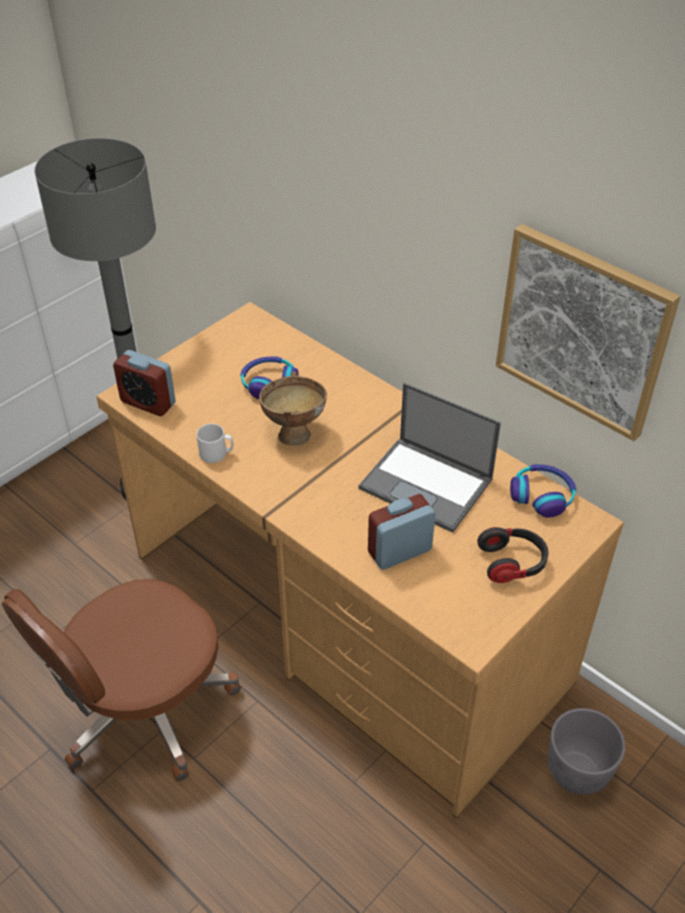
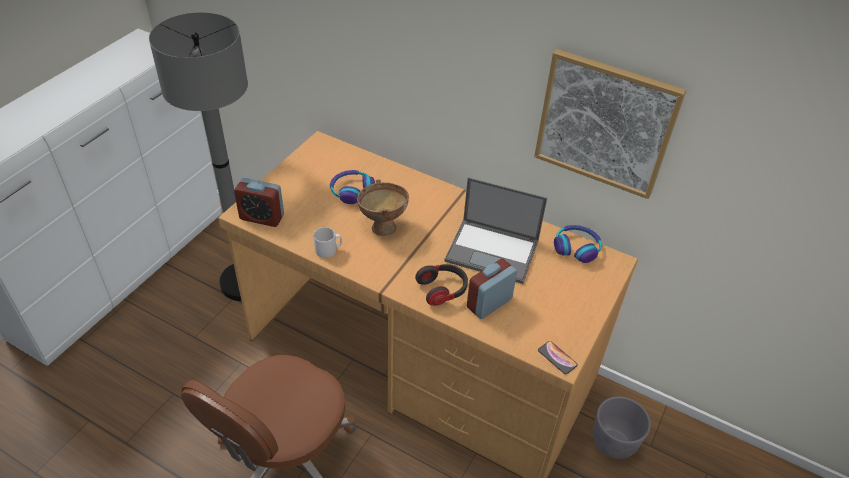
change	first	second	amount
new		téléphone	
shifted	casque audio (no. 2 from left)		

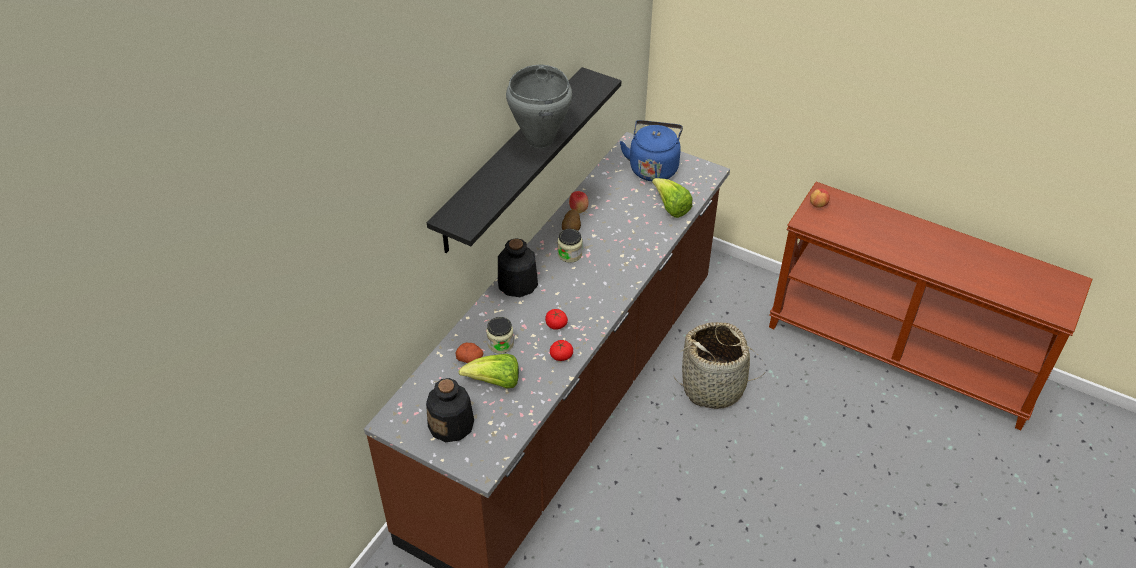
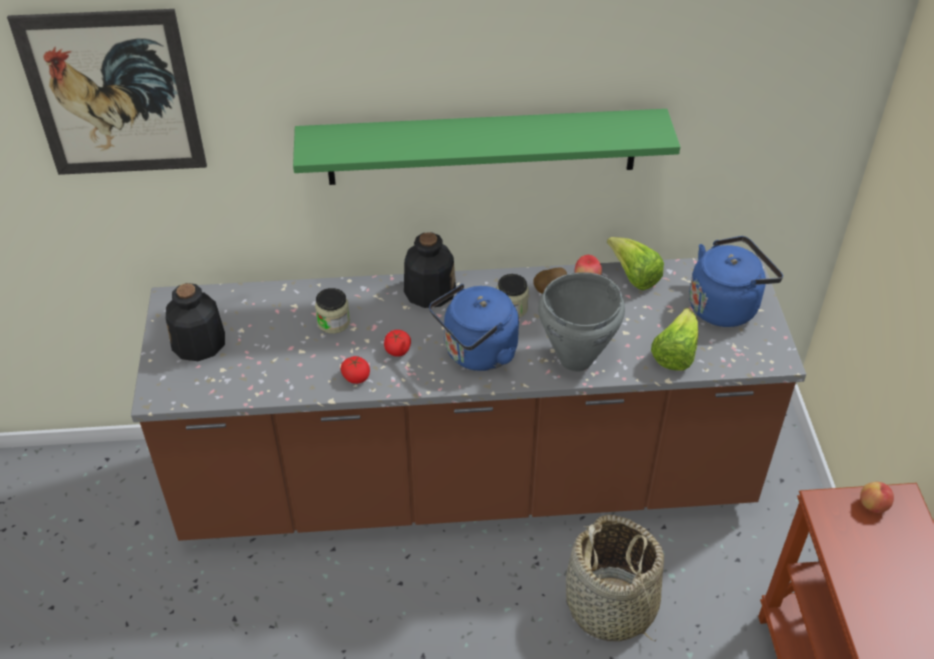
change	first	second	amount
gone	pomme de terre (no. 1 from left)		
new		tableau	
new		bouilloire [bleu] (no. 1 from left)	
shifted	laitue (no. 1 from left)		
shifted	marmite [gris]		
repainted	étagère [noir]	étagère [vert]	

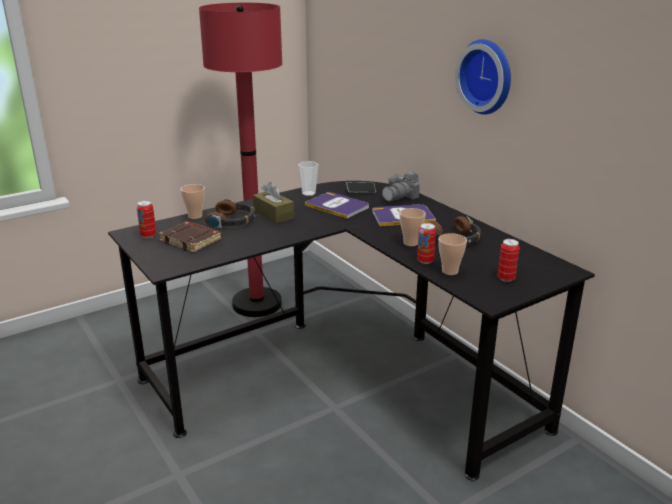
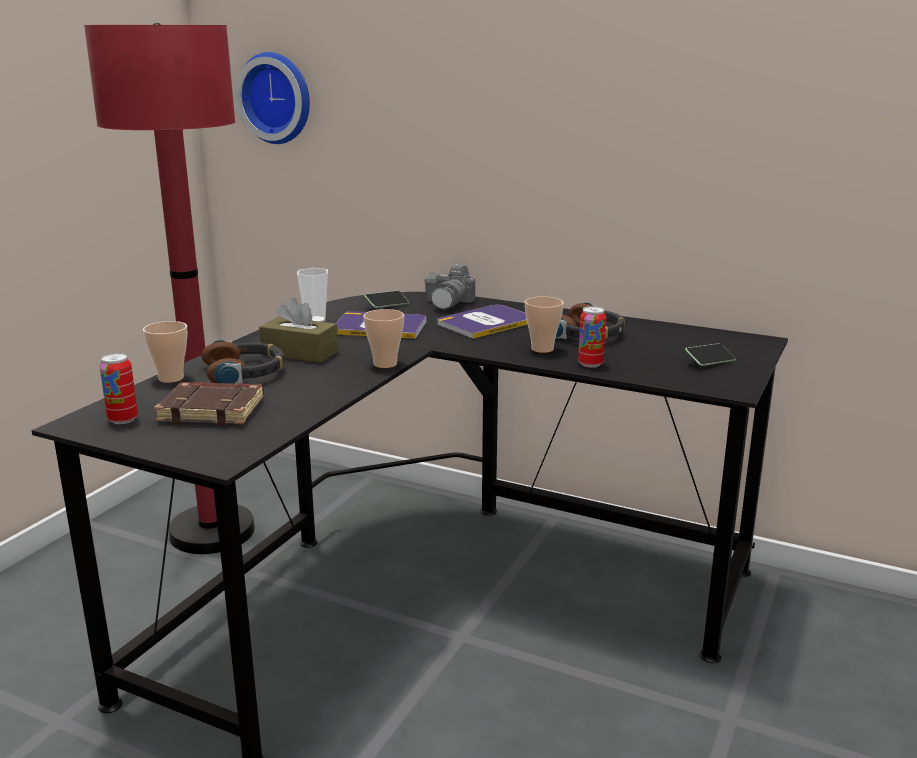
change	first	second	amount
shifted	tasse (no. 4 from left in the first image)	tasse (no. 3 from left)	
shifted	horloge murale		
swapped	boîte métallique (no. 3 from left)	téléphone (no. 2 from left)	

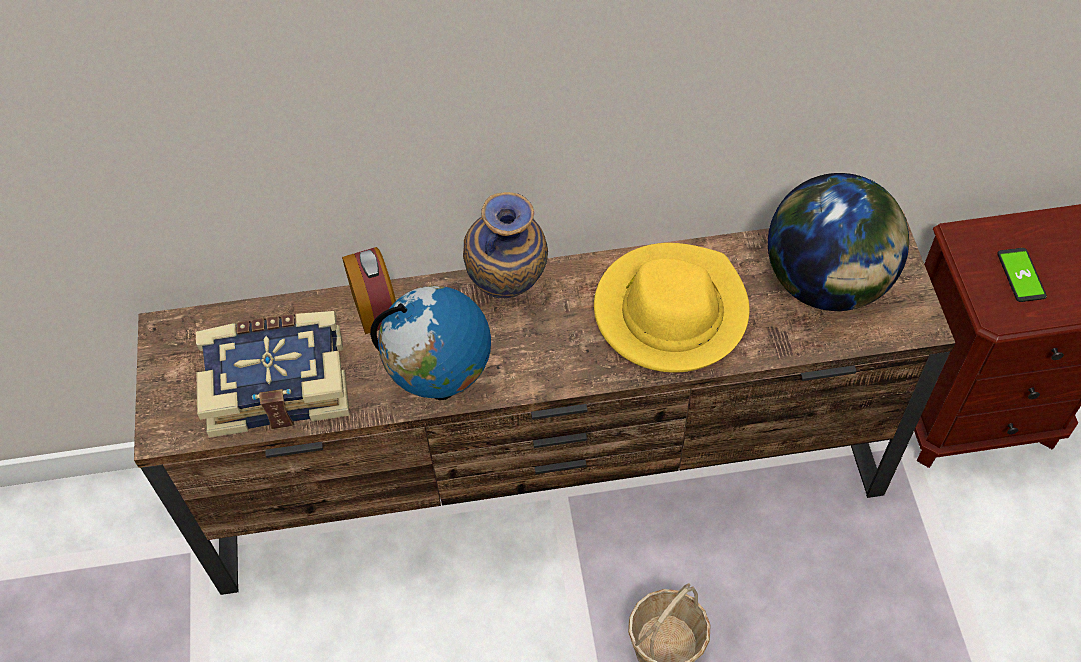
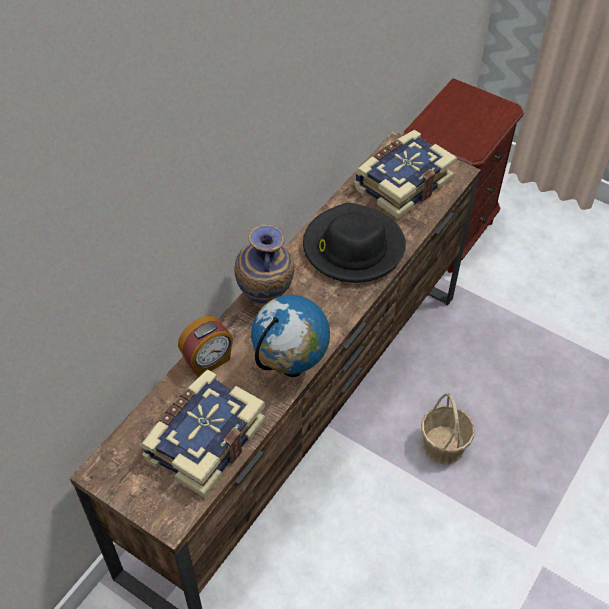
change	first	second	amount
gone	téléphone		
swapped	globe (no. 2 from left)	livre (no. 2 from left)	
repainted	chapeau [jaune]	chapeau [noir]	
rotated	réveil		120 degrees clockwise

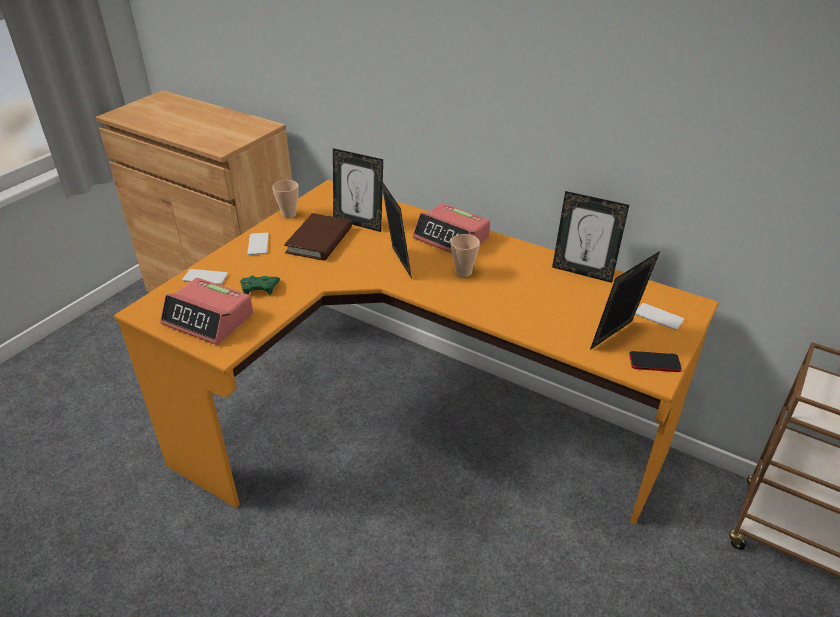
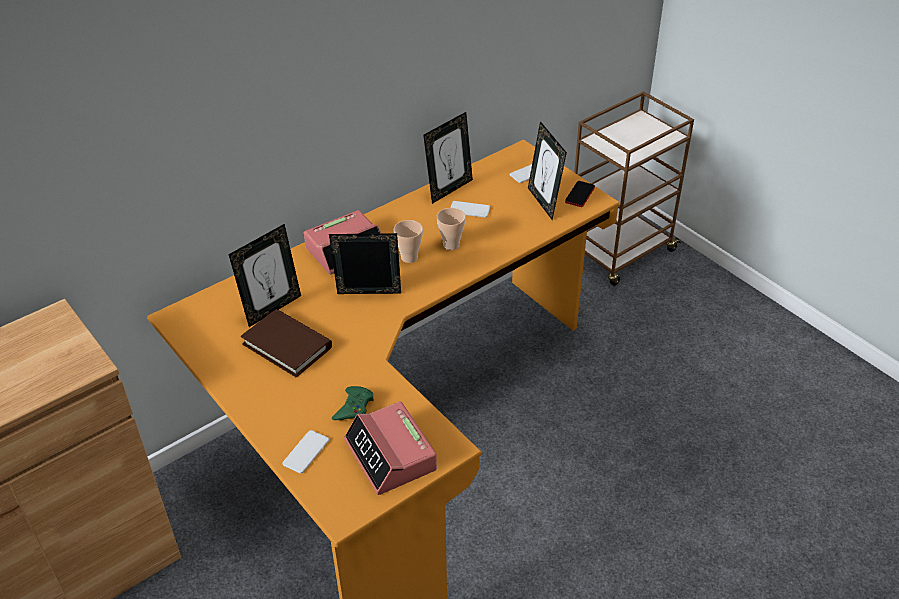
change	first	second	amount
shifted	téléphone (no. 2 from left)		
shifted	tasse (no. 1 from left in the first image)	tasse (no. 2 from left)	
rotated	réveil (no. 1 from left in the first image)	réveil (no. 2 from left)	105 degrees clockwise

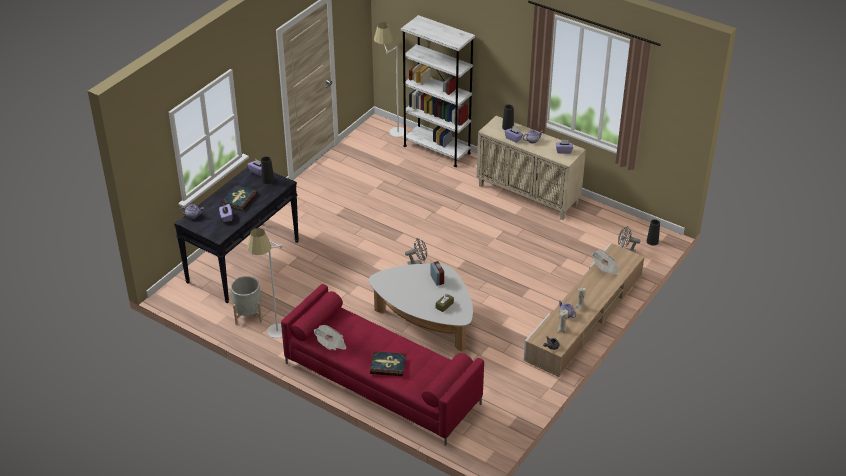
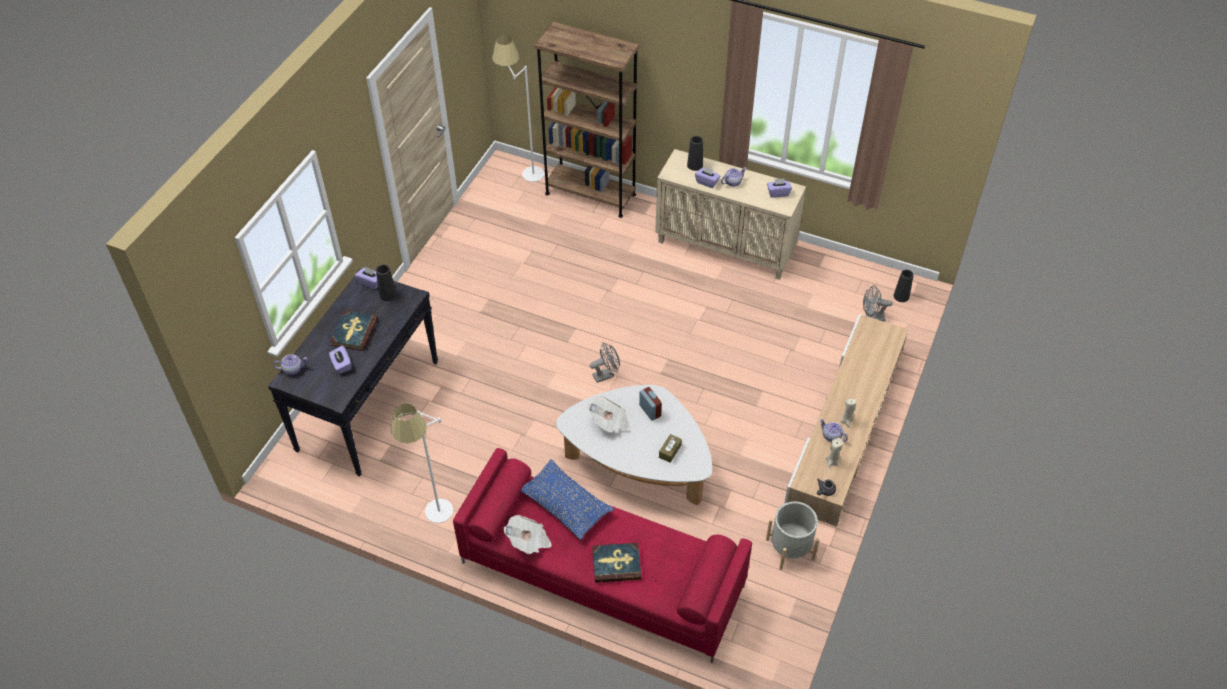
change	first	second	amount
new		coussin [bleu]	
shifted	cache-pot [gris]		
shifted	journal (no. 2 from left)		
repainted	bibliothèque [blanc]	bibliothèque [marron]	

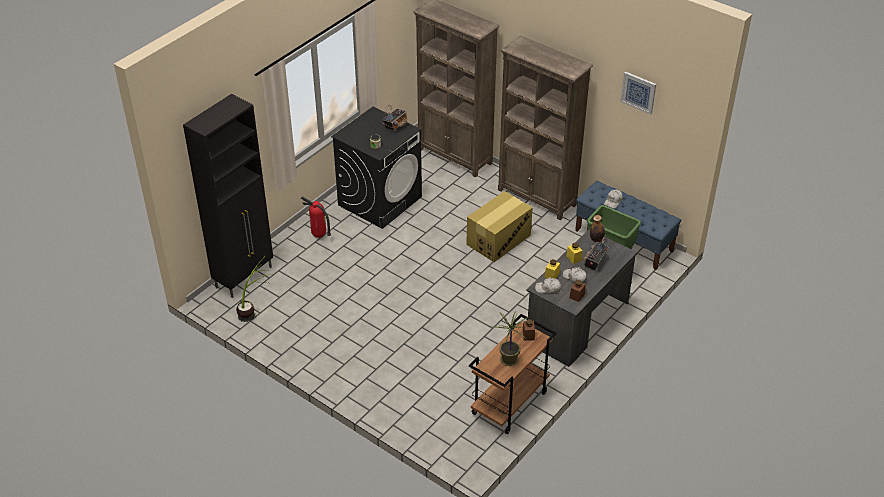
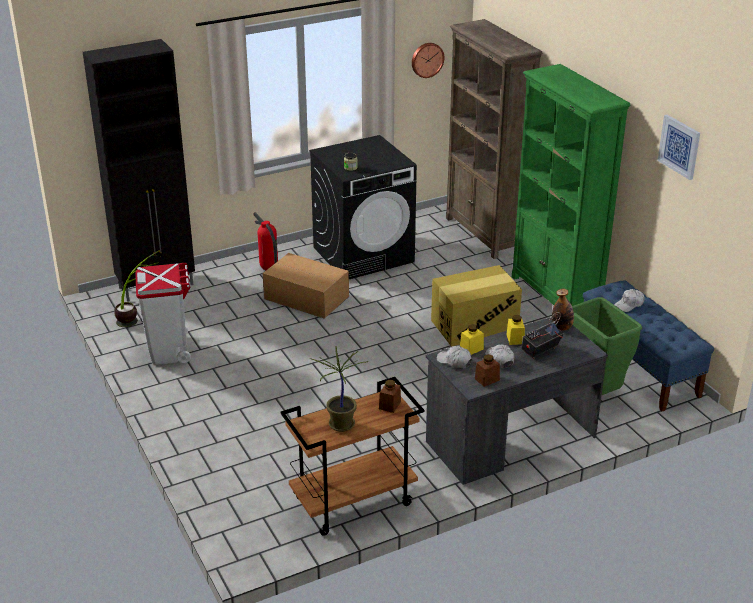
change	first	second	amount
gone	radio (no. 1 from left)		
new		poubelle [blanc]	
new		carton (no. 1 from left)	
new		horloge murale	
repainted	bibliothèque [marron] (no. 2 from left)	bibliothèque [vert]	

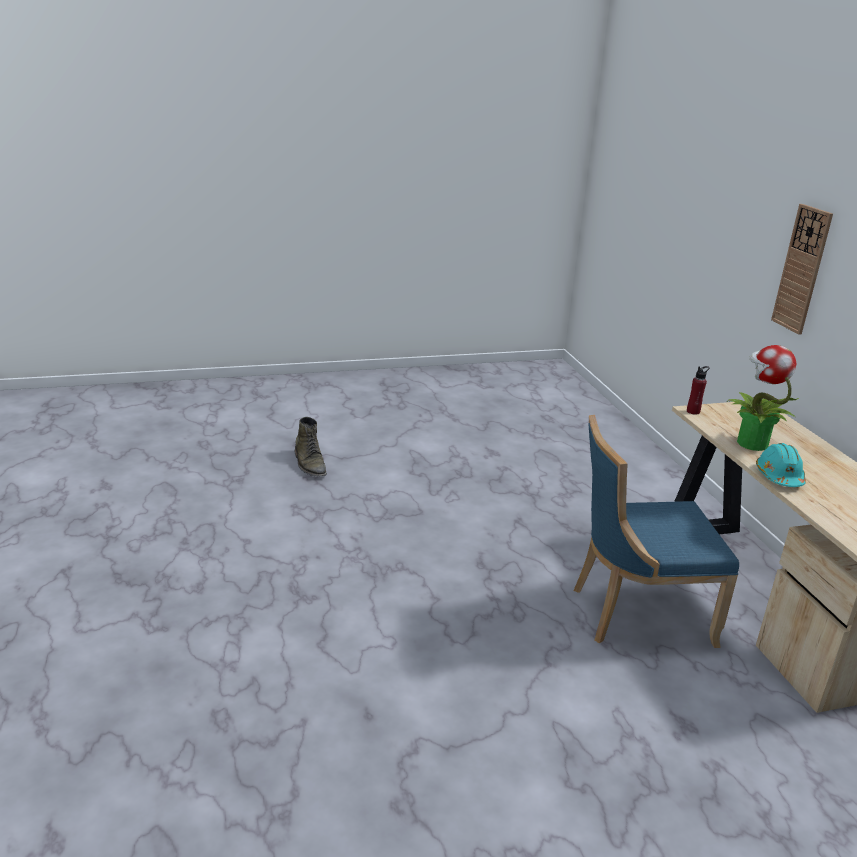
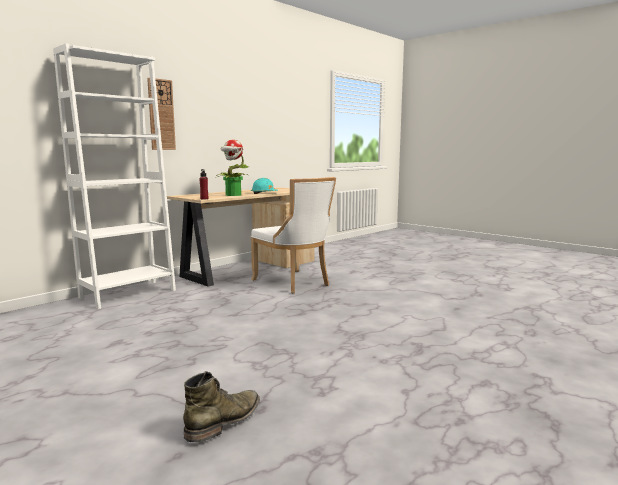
change	first	second	amount
new		bibliothèque [blanc]	
repainted	chaise [bleu]	chaise [blanc]	

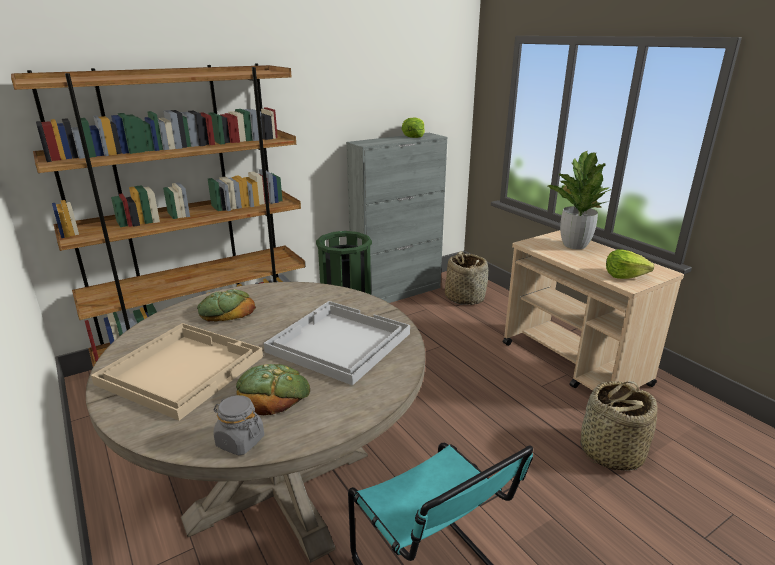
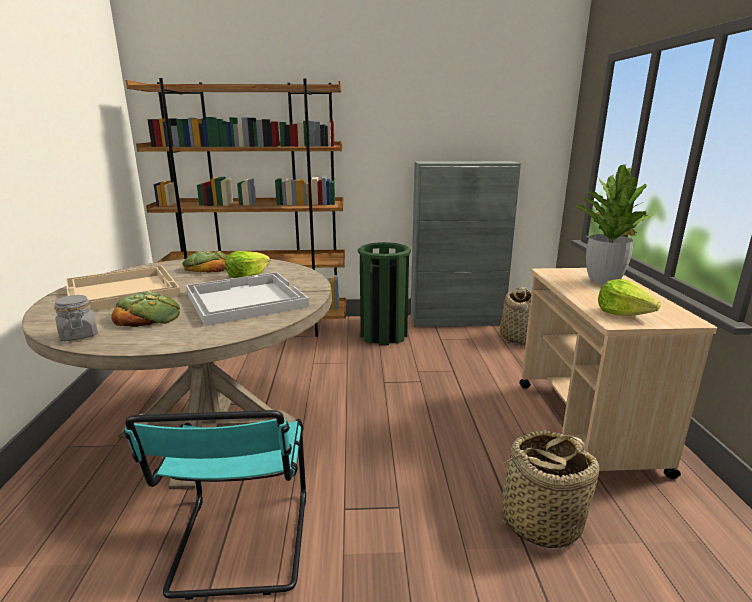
change	first	second	amount
shifted	laitue (no. 1 from left)		

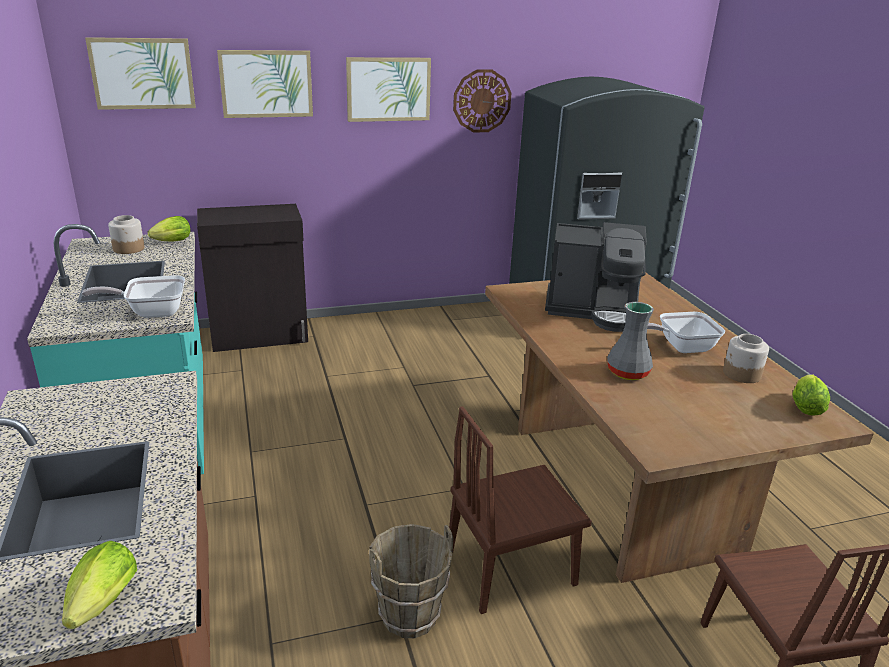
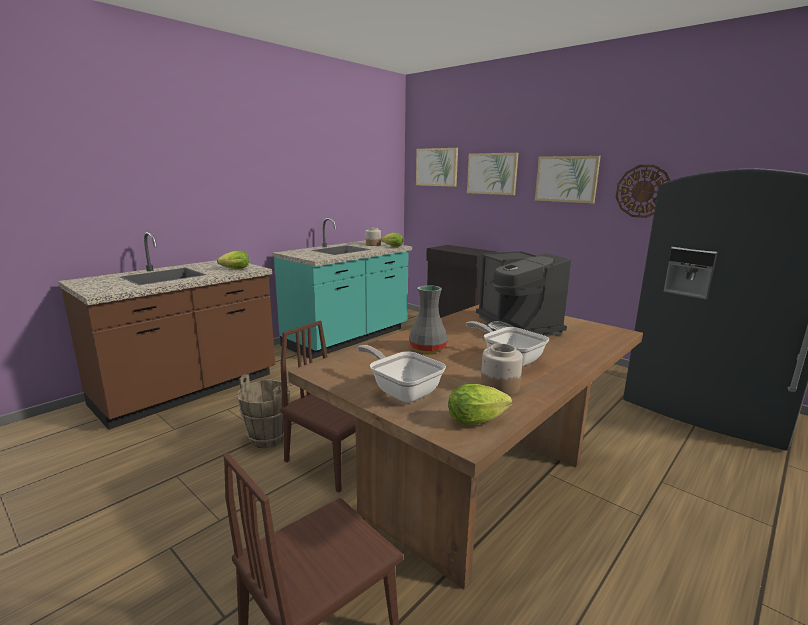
change	first	second	amount
shifted	laitue (no. 1 from left)		
shifted	poêle (no. 1 from left)		

